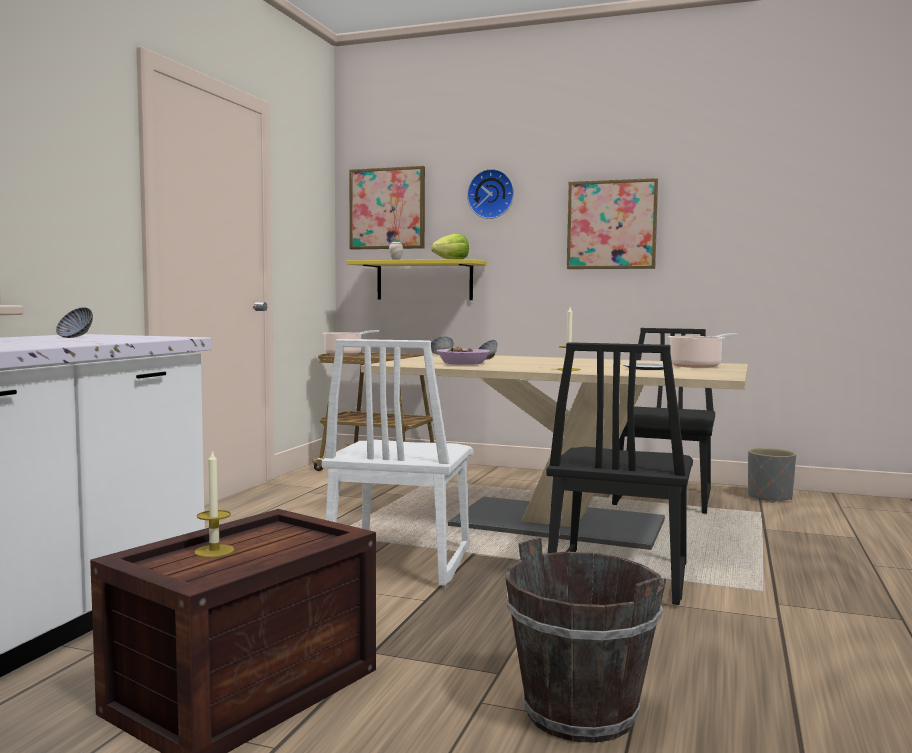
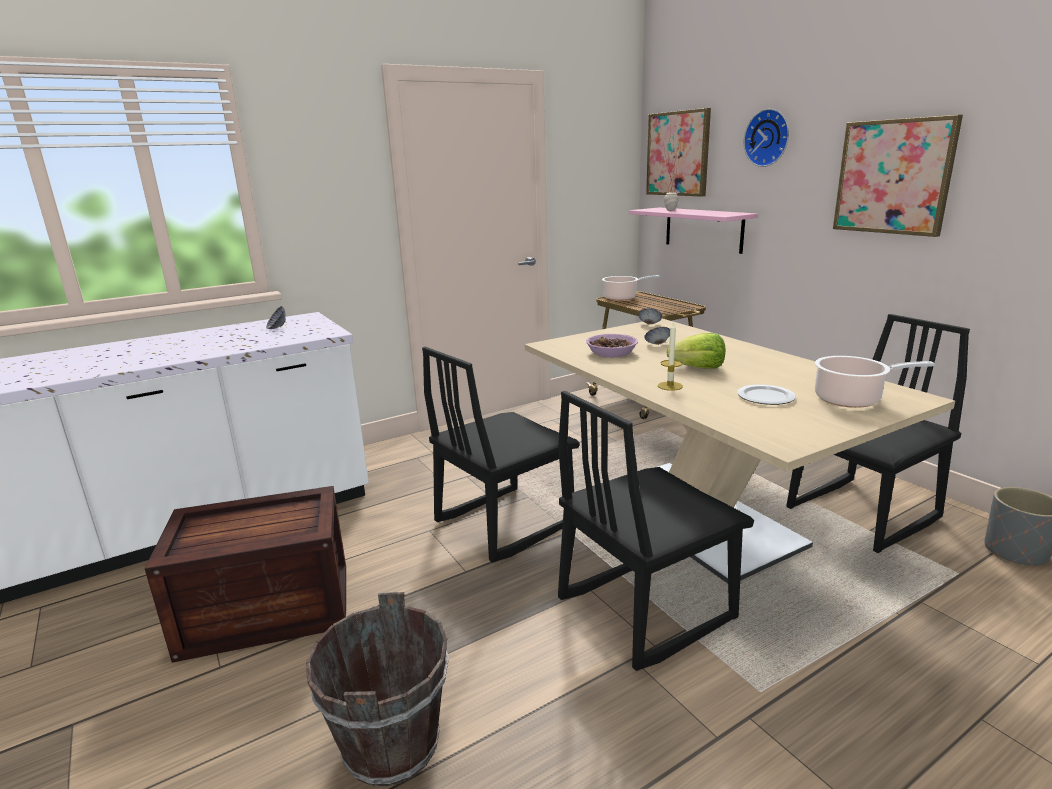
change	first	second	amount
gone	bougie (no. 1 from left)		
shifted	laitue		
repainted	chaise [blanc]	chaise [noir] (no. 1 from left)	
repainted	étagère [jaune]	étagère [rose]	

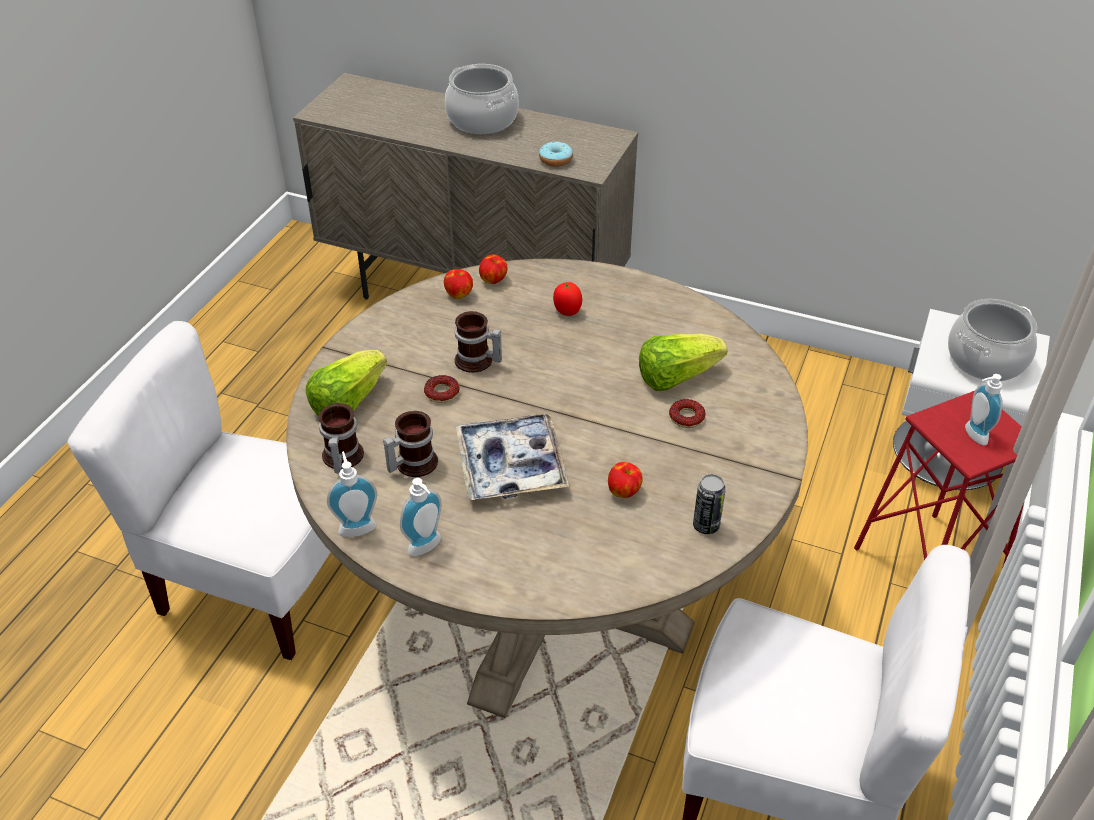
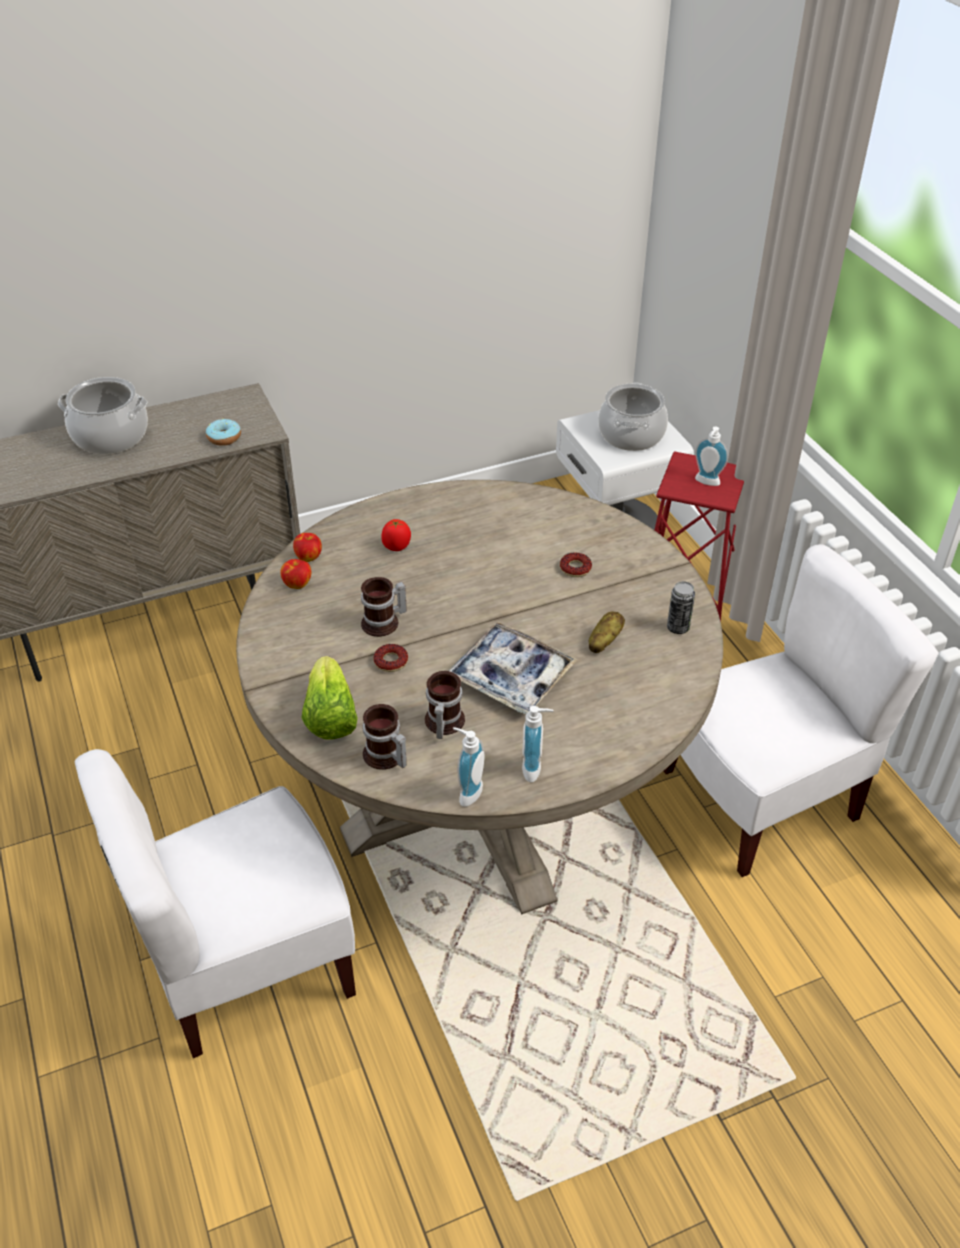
change	first	second	amount
gone	laitue (no. 2 from left)		
swapped	pomme (no. 3 from left)	pomme de terre	

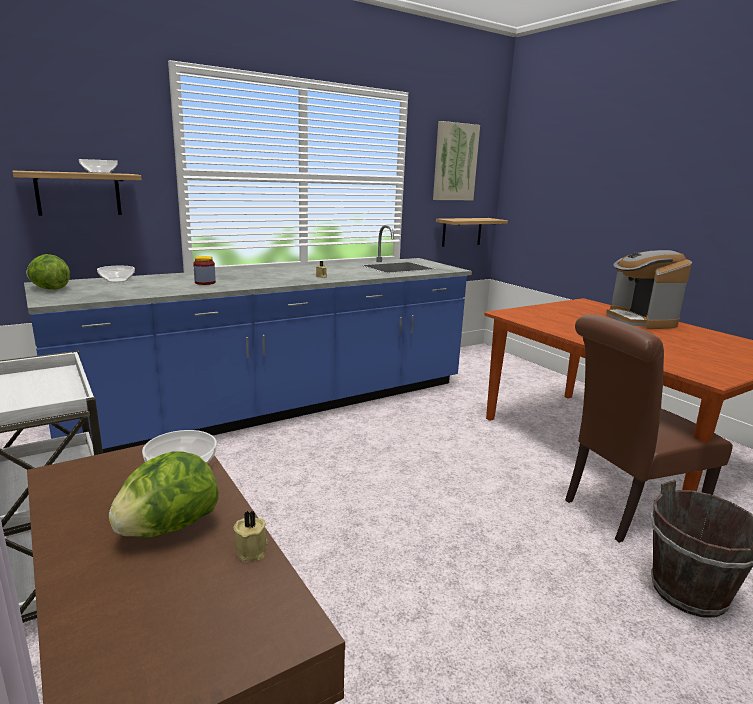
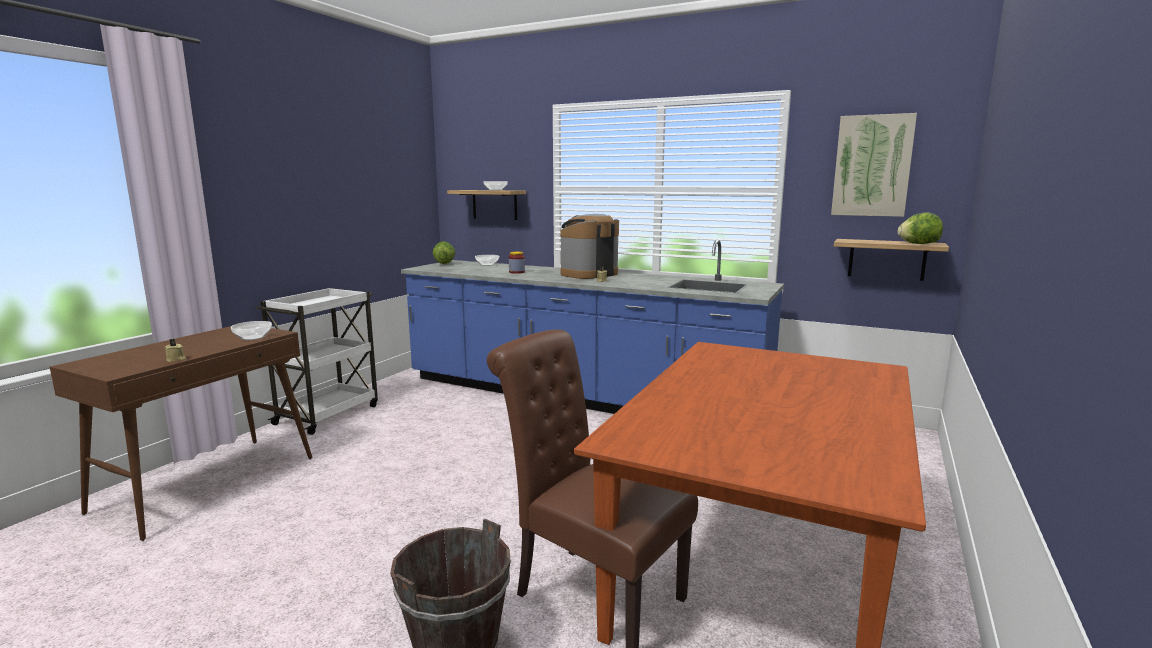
change	first	second	amount
shifted	laitue (no. 2 from left)		
shifted	machine à café		

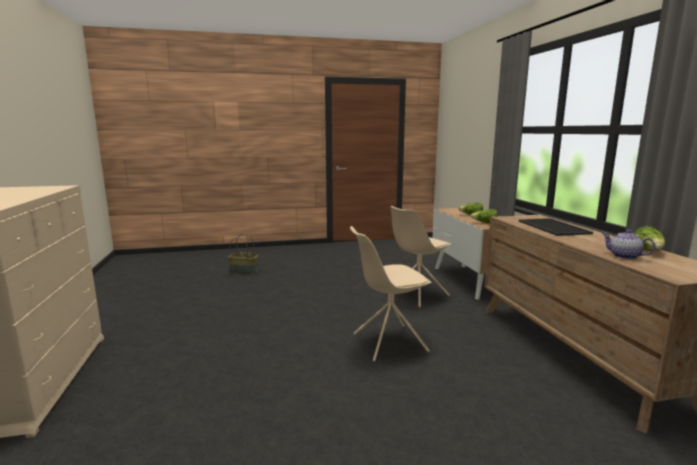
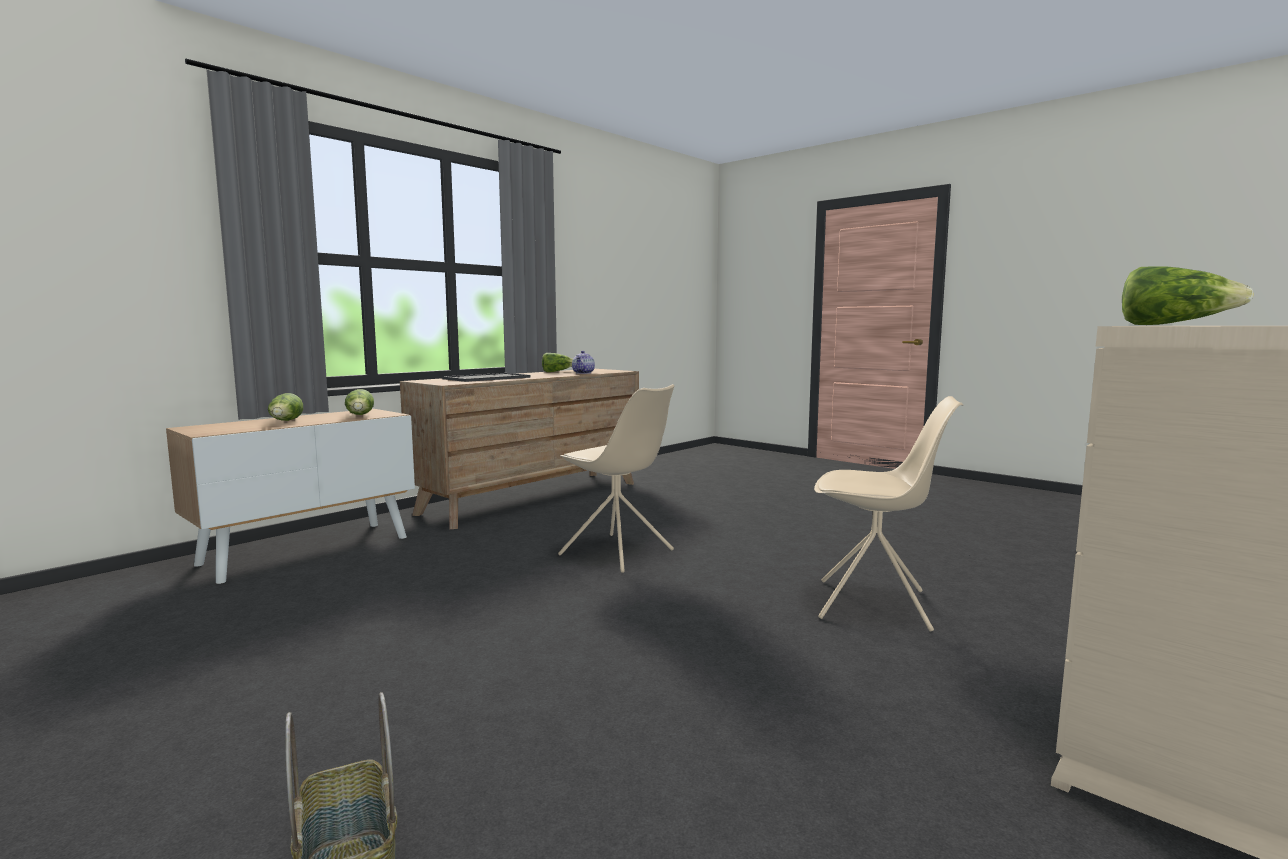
change	first	second	amount
new		laitue (no. 4 from left)	
shifted	chaise [beige] (no. 2 from left)		

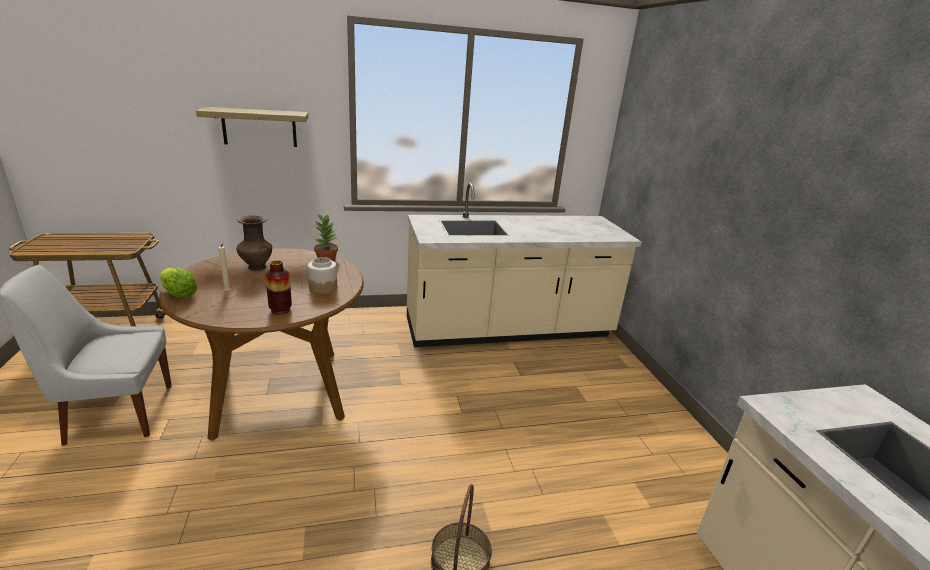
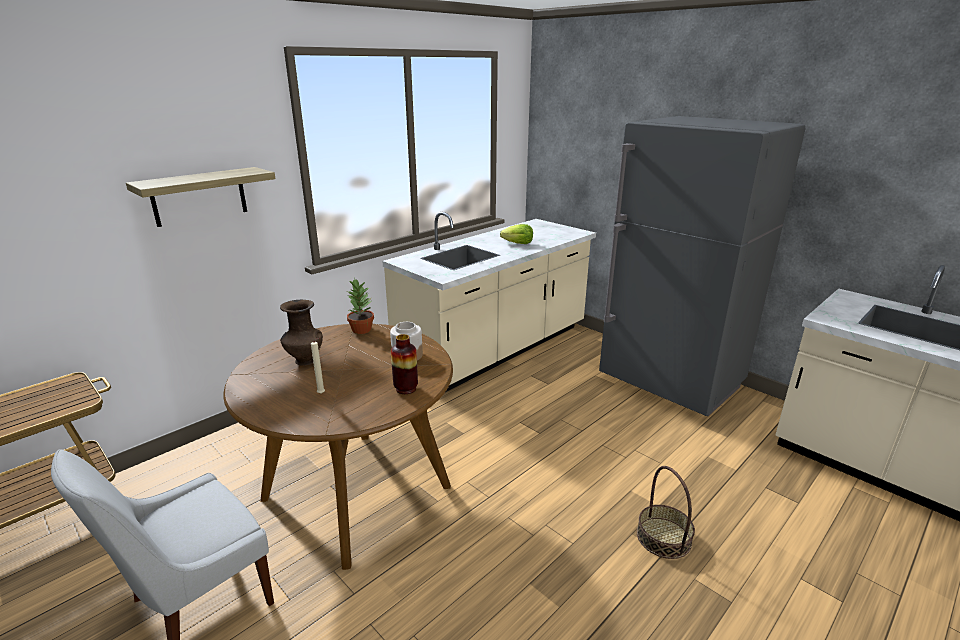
change	first	second	amount
new		réfrigérateur [gris]	
shifted	laitue		

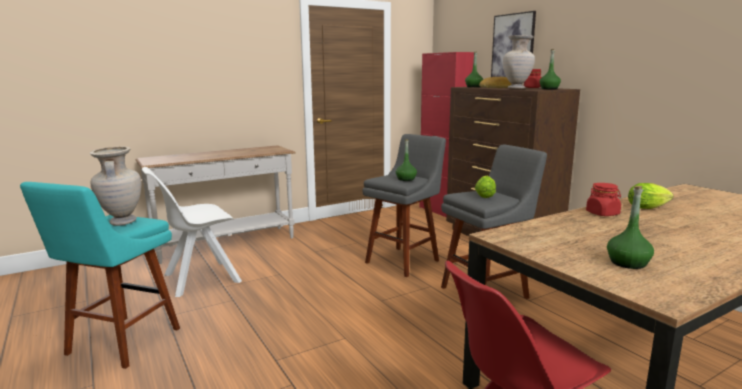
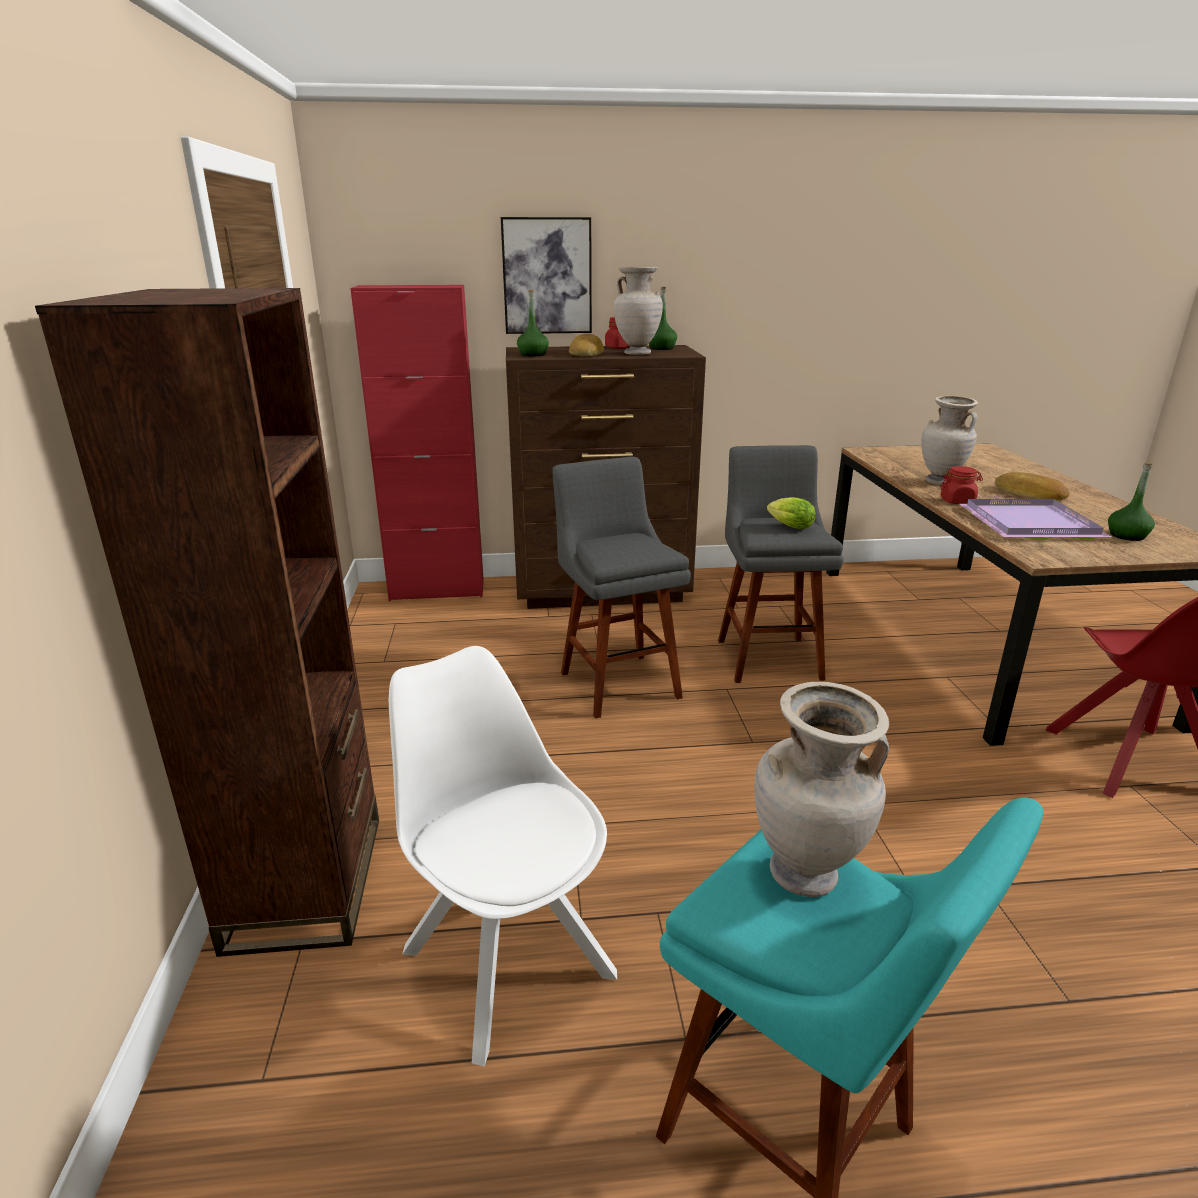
change	first	second	amount
gone	bouteille [vert] (no. 1 from left)		
new		plateau [violet]	
new		pain (no. 2 from left)	
swapped	table console [blanc]	bibliothèque [marron]	
swapped	laitue (no. 2 from left)	vase [beige] (no. 3 from left)	
rotated	chaise [blanc]		150 degrees clockwise

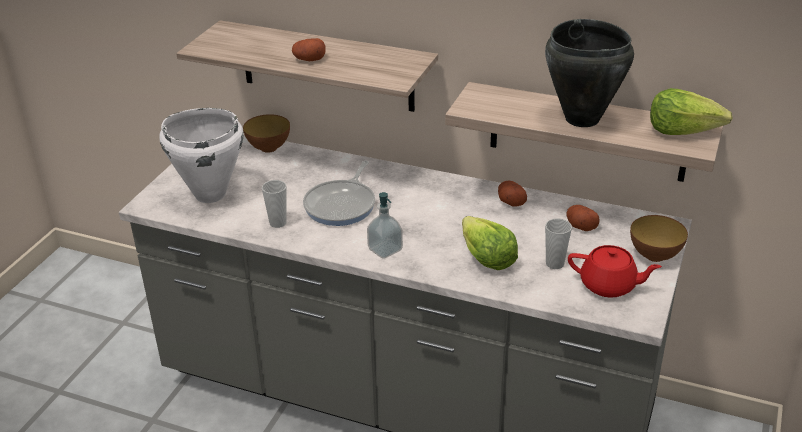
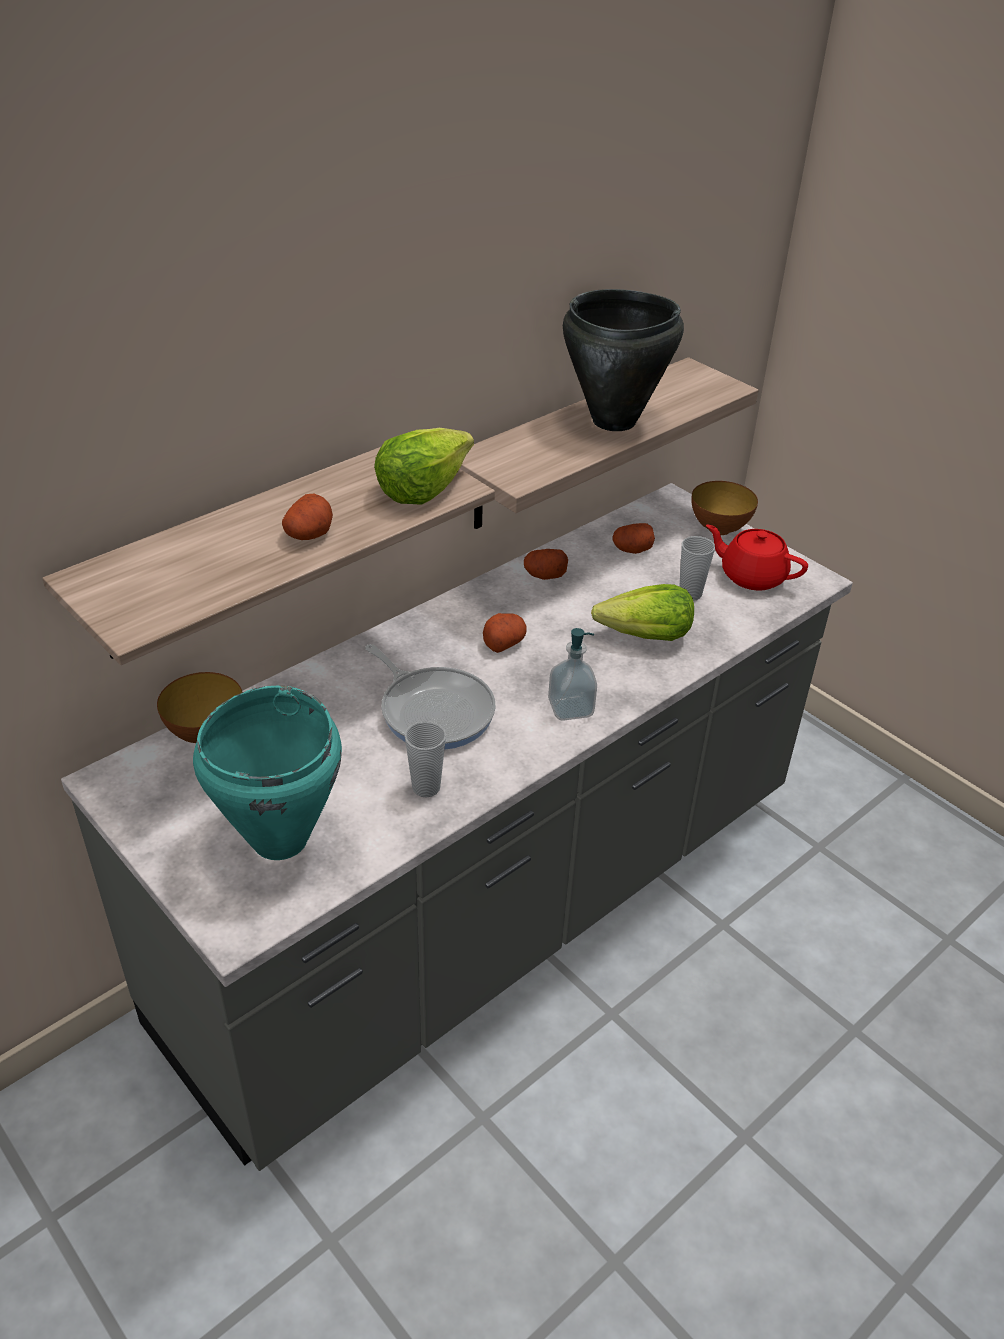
change	first	second	amount
new		pomme de terre (no. 2 from left)	
shifted	laitue (no. 2 from left in the first image)	laitue (no. 1 from left)	
repainted	marmite [blanc]	marmite [turquoise]	
rotated	théière [rouge]		105 degrees counterclockwise

